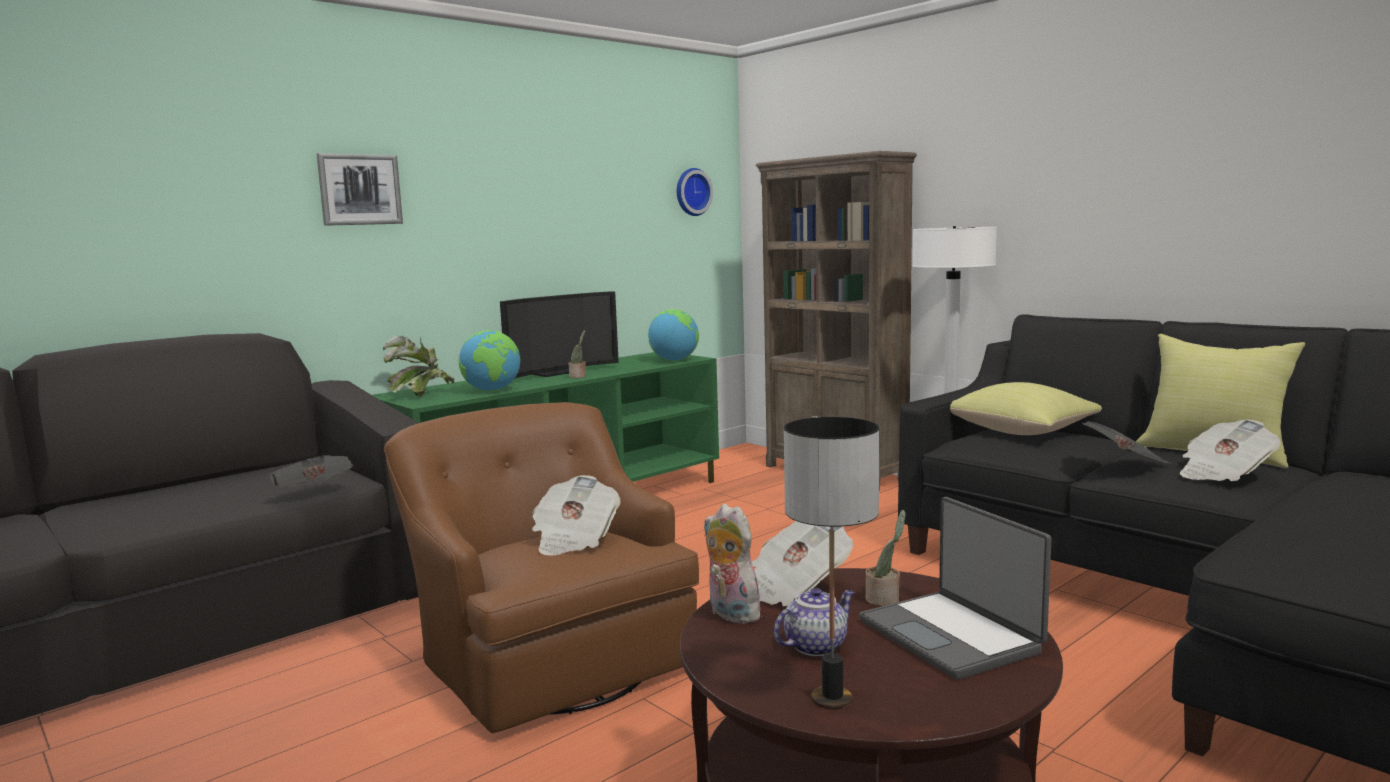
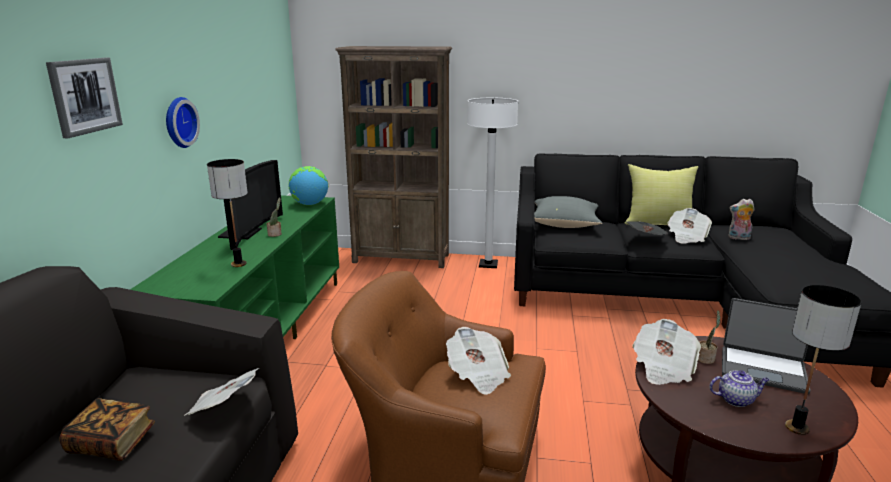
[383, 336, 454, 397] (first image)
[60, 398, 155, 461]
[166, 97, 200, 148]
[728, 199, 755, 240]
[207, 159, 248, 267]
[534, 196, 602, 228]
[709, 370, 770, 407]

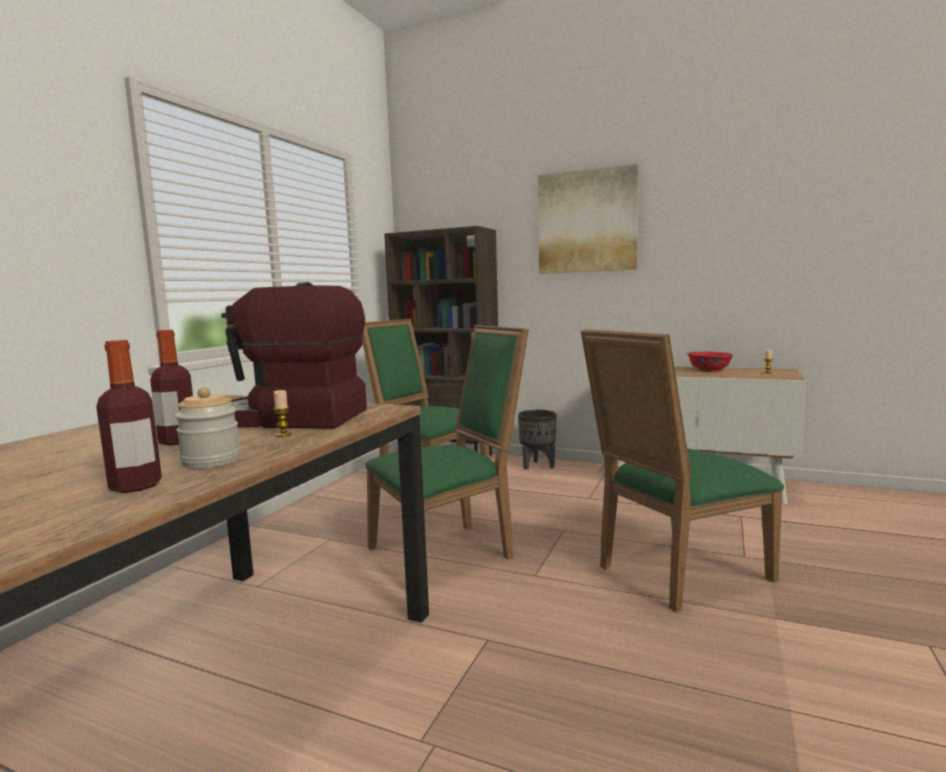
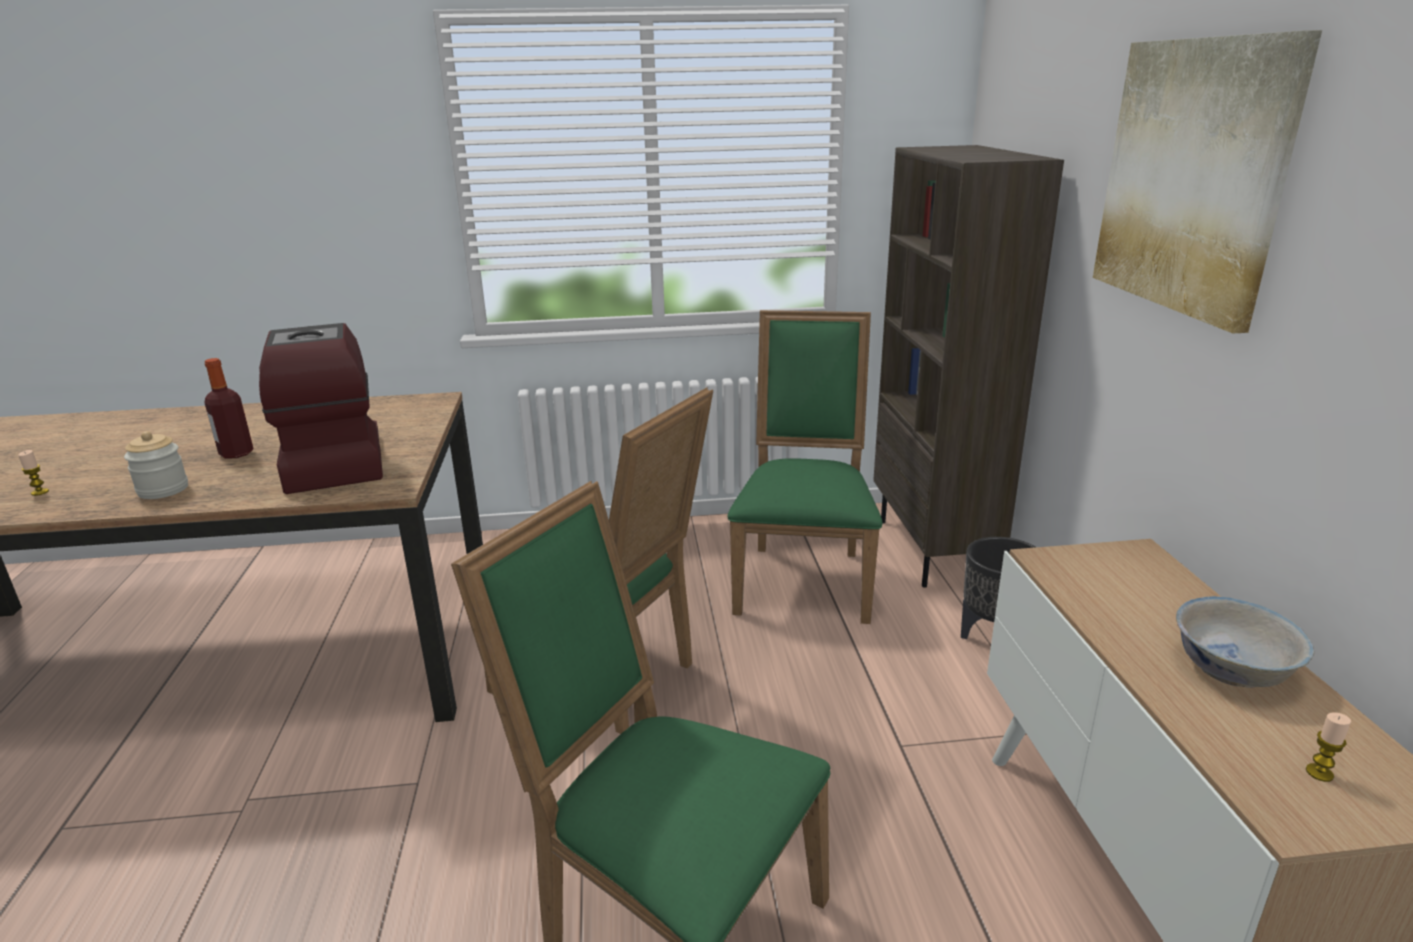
[96, 340, 162, 493] (first image)
[18, 450, 49, 496]
[1176, 596, 1315, 688]

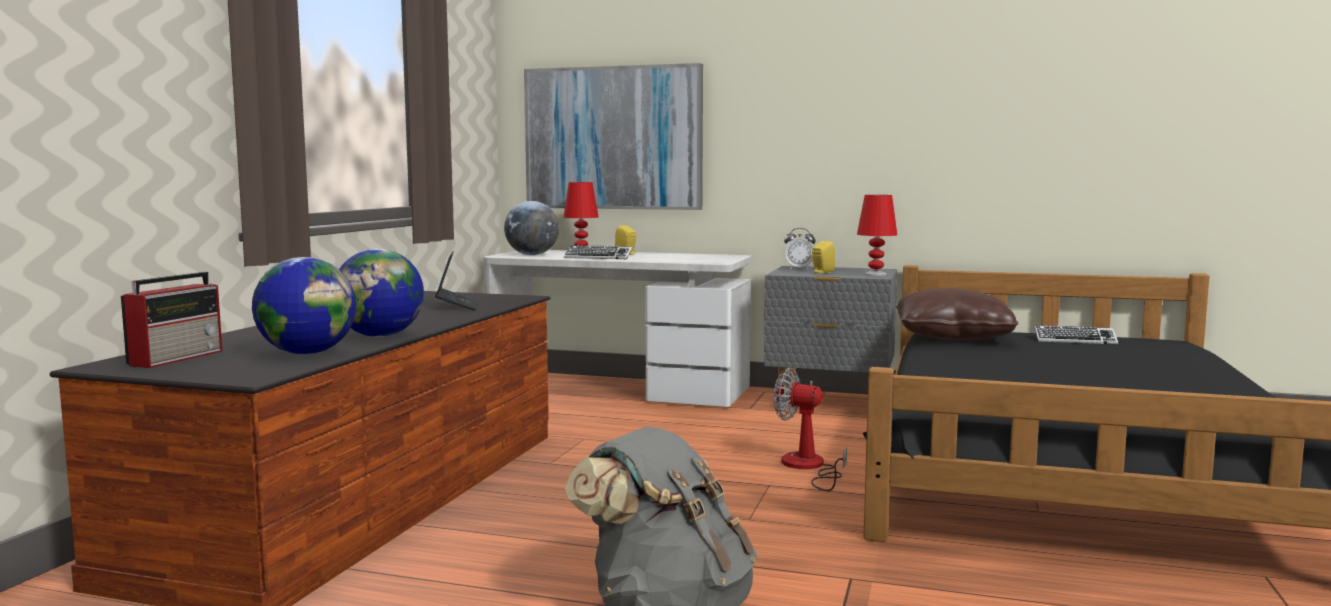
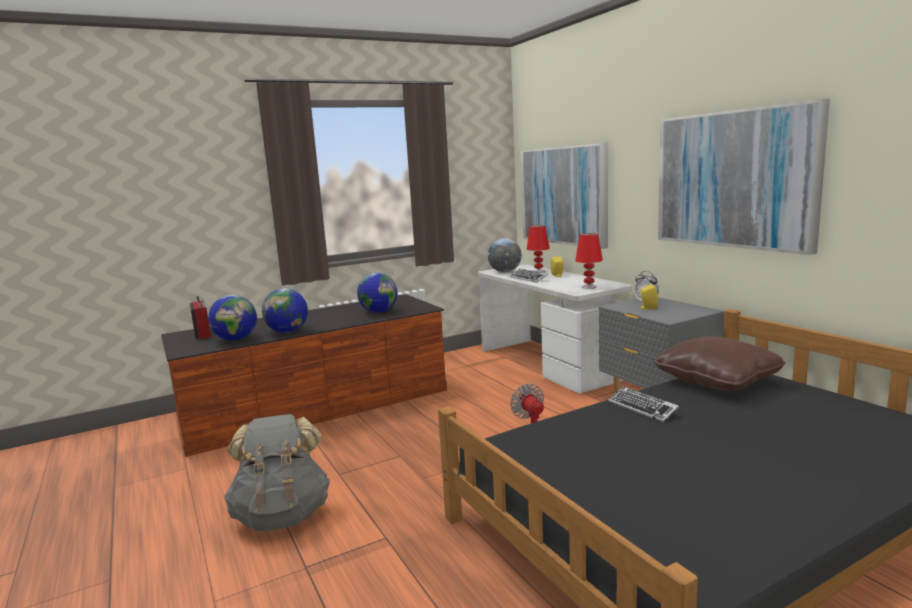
[658, 99, 830, 255]
[575, 233, 603, 289]
[608, 386, 679, 423]
[357, 273, 398, 313]
[190, 296, 211, 339]

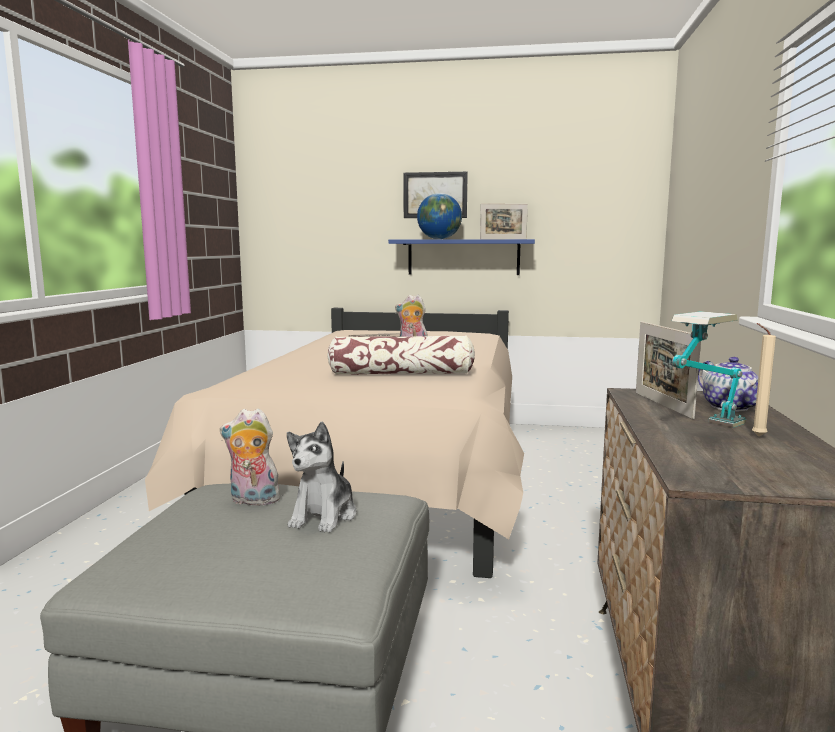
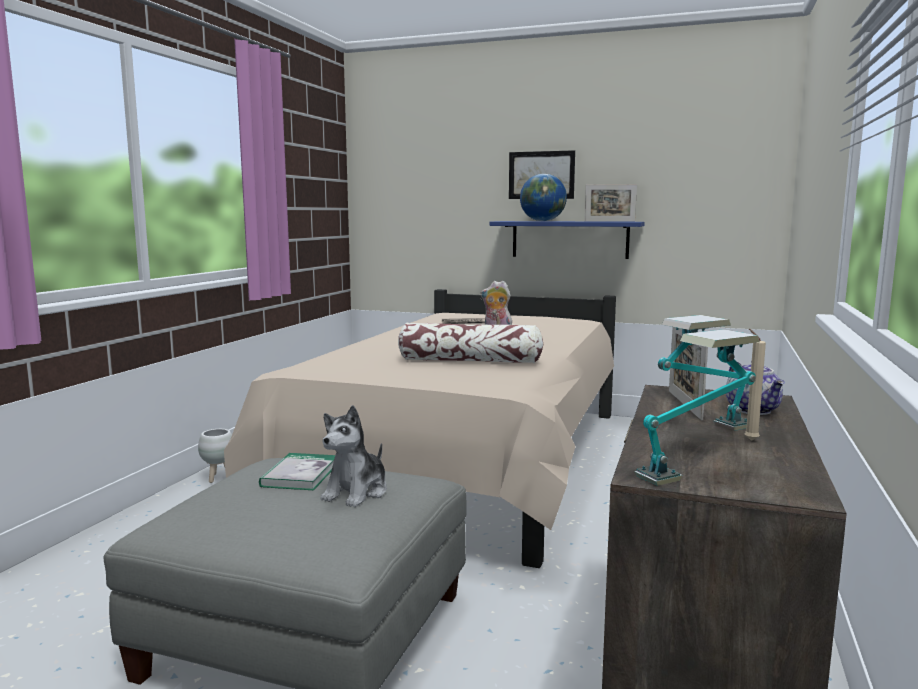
[198, 429, 232, 483]
[634, 329, 760, 486]
[259, 453, 335, 490]

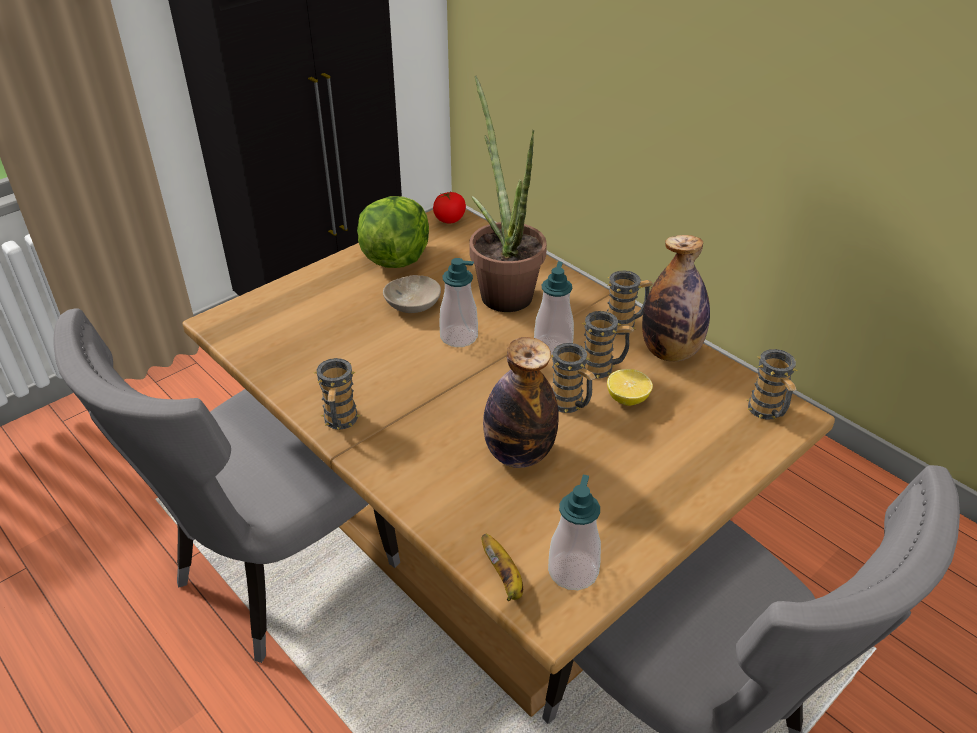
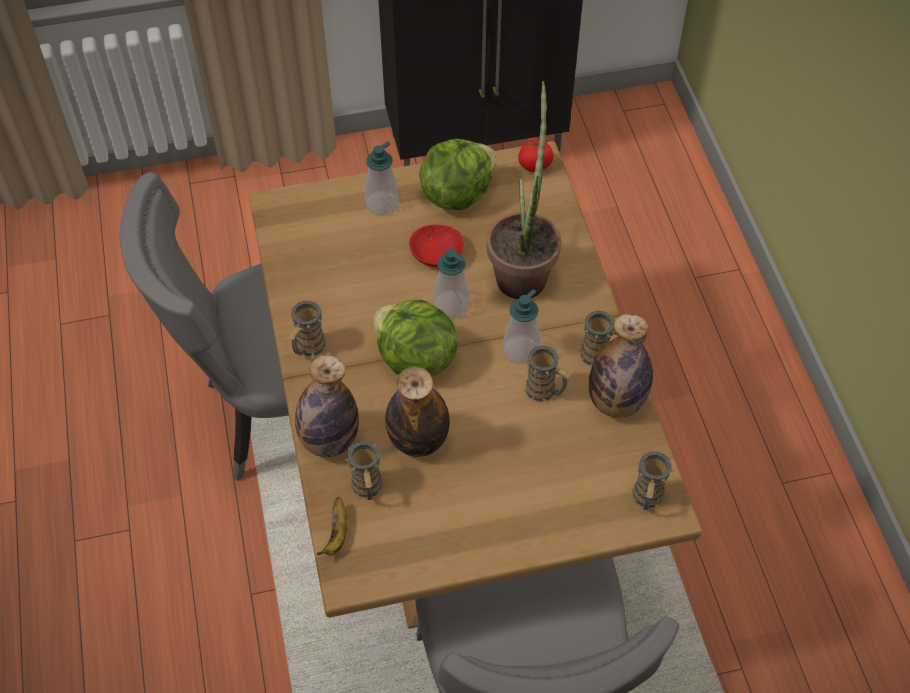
[607, 369, 653, 406] (first image)
[295, 355, 359, 457]
[374, 300, 459, 376]
[365, 141, 399, 215]
[346, 441, 384, 500]
[409, 225, 464, 267]

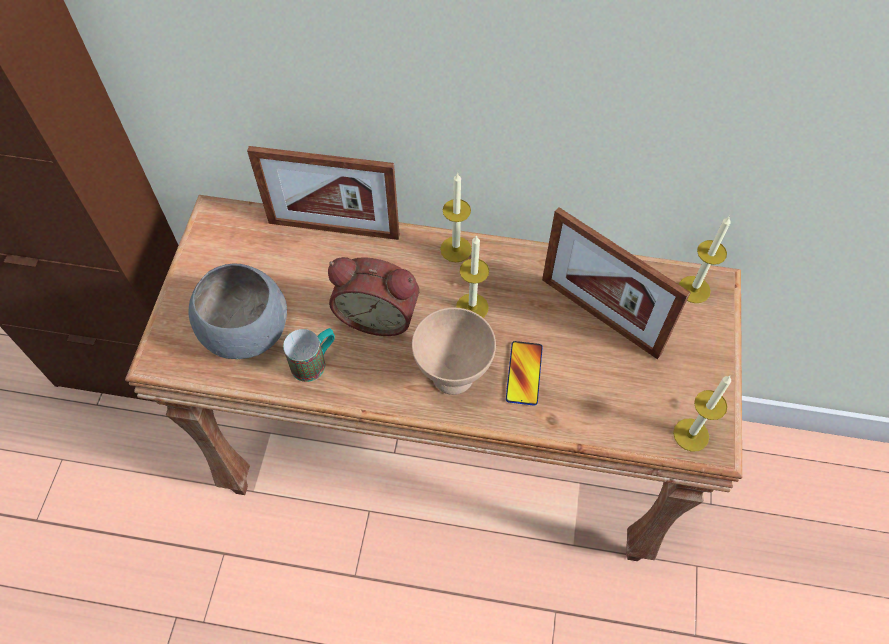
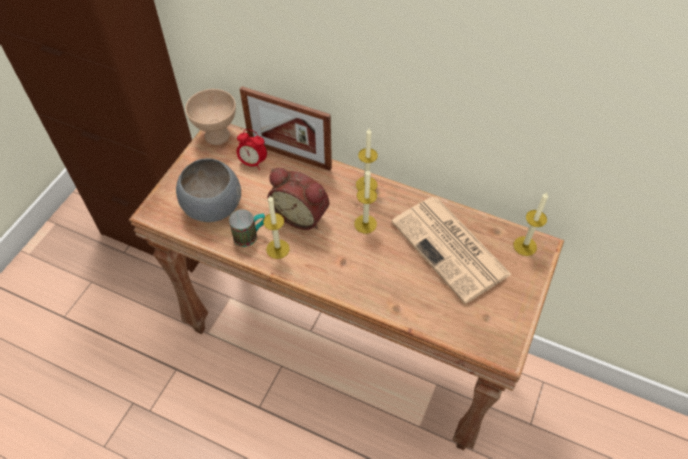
[506, 341, 543, 406] (first image)
[237, 129, 267, 170]
[185, 89, 236, 145]
[263, 196, 290, 259]
[391, 197, 512, 304]

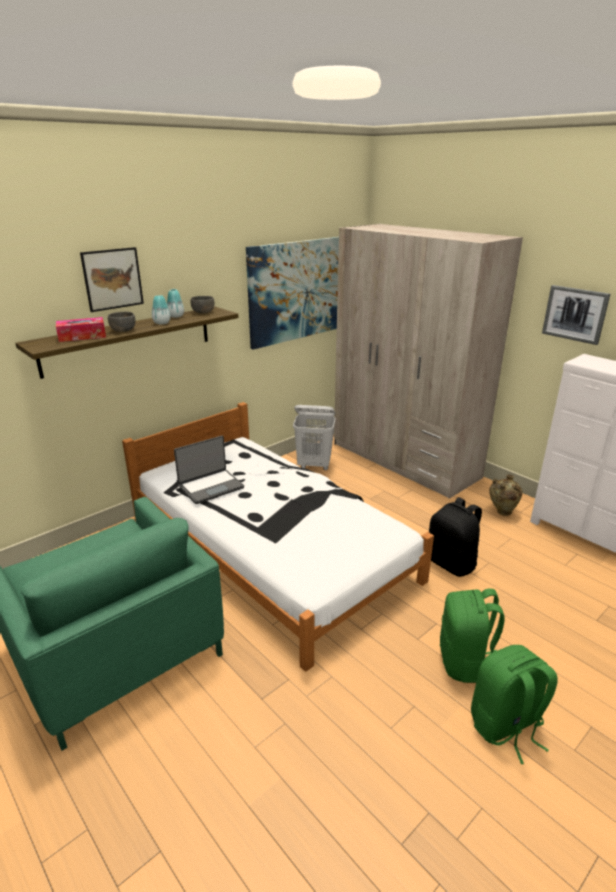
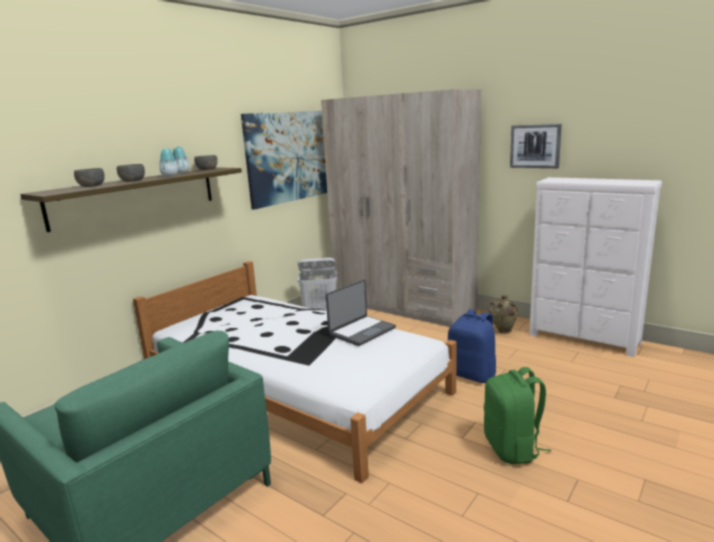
[80, 247, 144, 312] (first image)
[471, 645, 557, 764] (first image)
[326, 280, 396, 346]
[74, 168, 105, 187]
[448, 309, 496, 383]

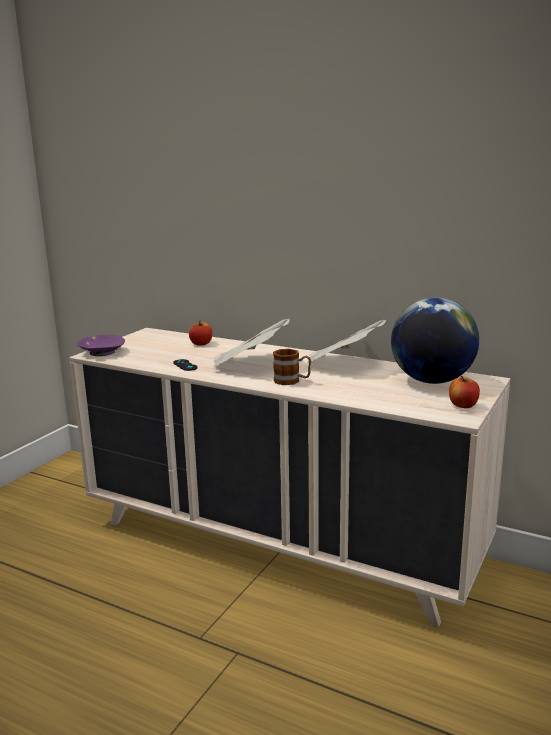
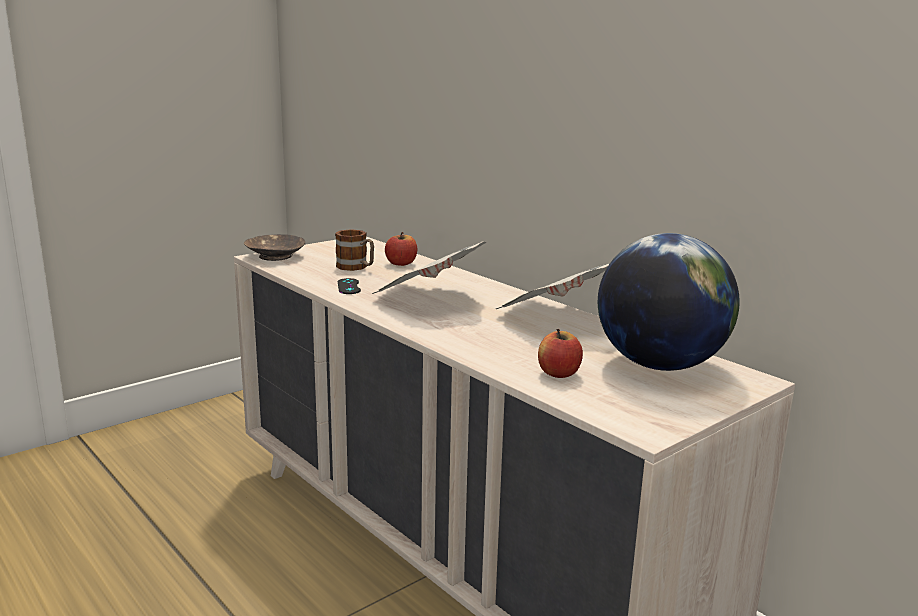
[335, 229, 374, 271]
[538, 329, 583, 378]
[244, 234, 305, 261]

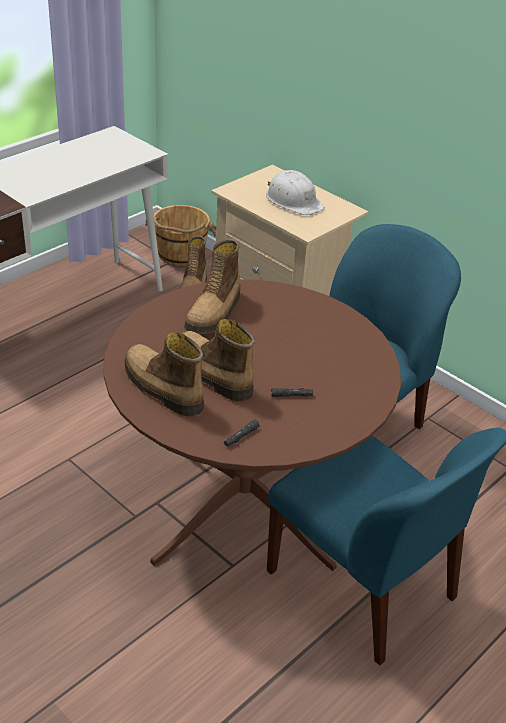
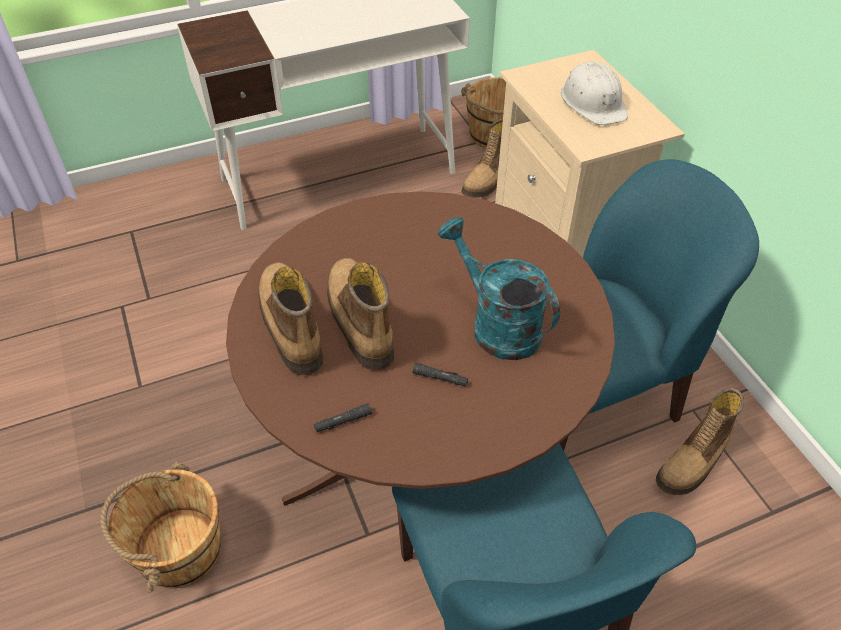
[100, 462, 221, 593]
[438, 217, 560, 360]
[656, 388, 744, 495]

